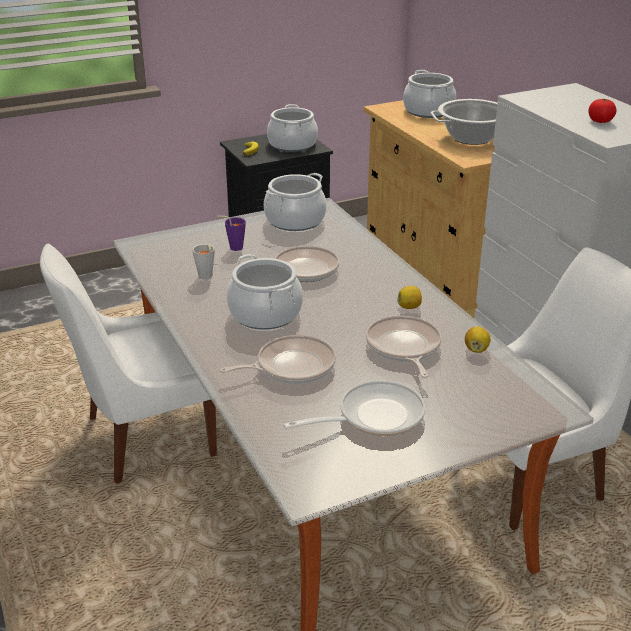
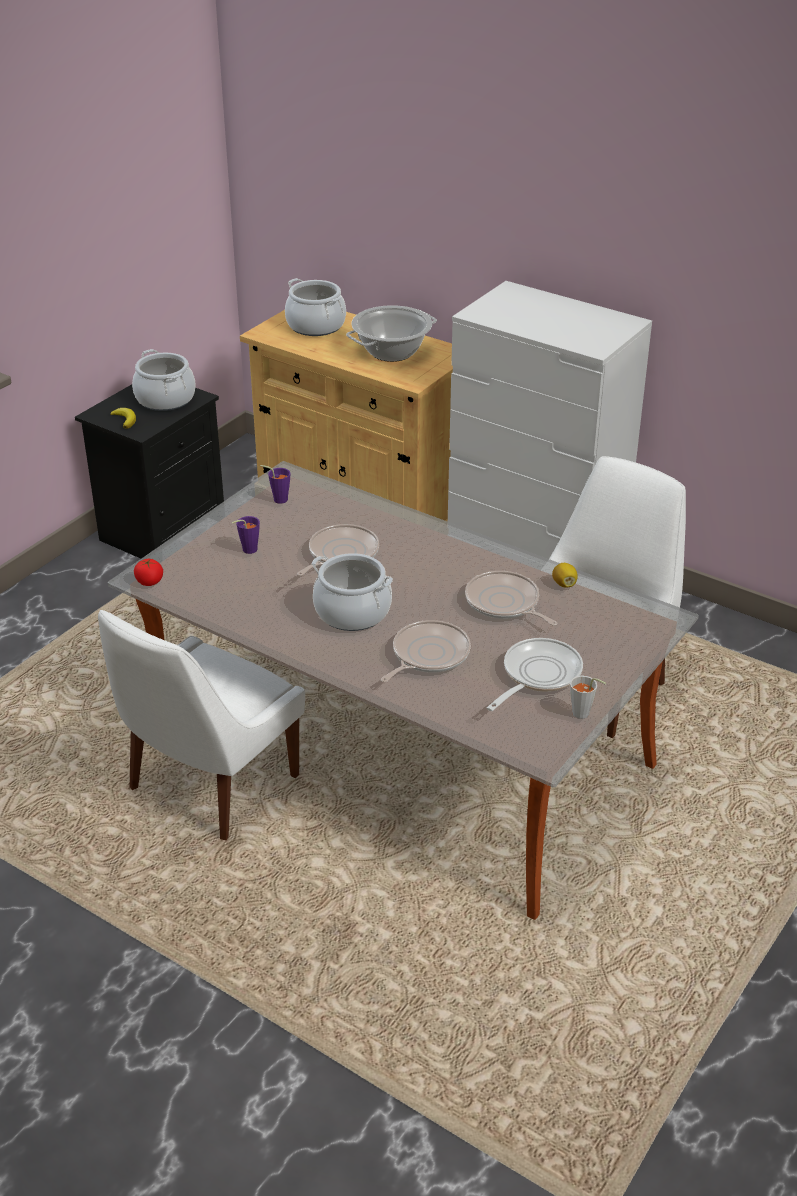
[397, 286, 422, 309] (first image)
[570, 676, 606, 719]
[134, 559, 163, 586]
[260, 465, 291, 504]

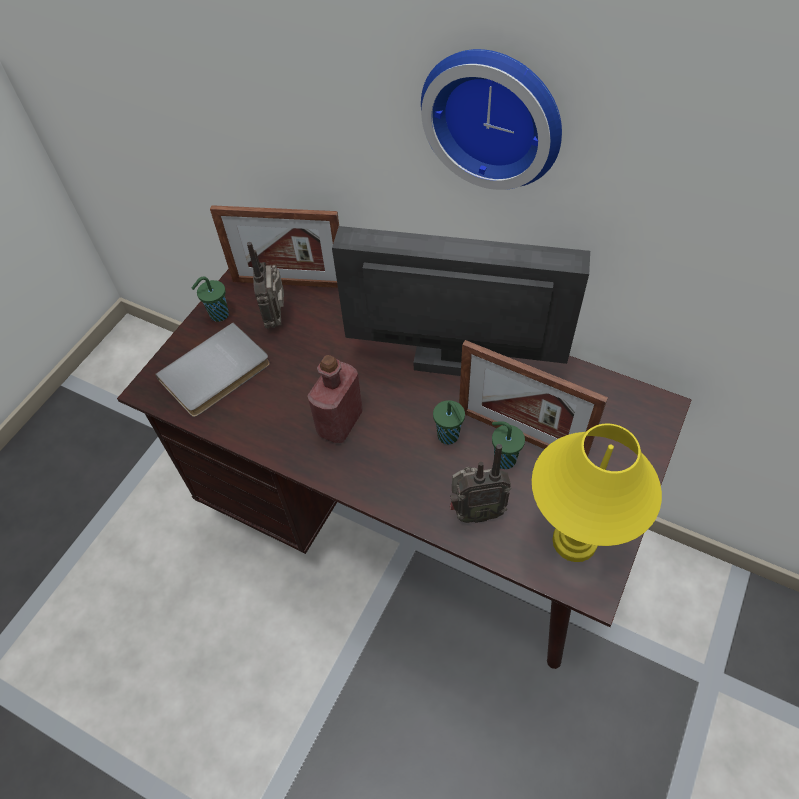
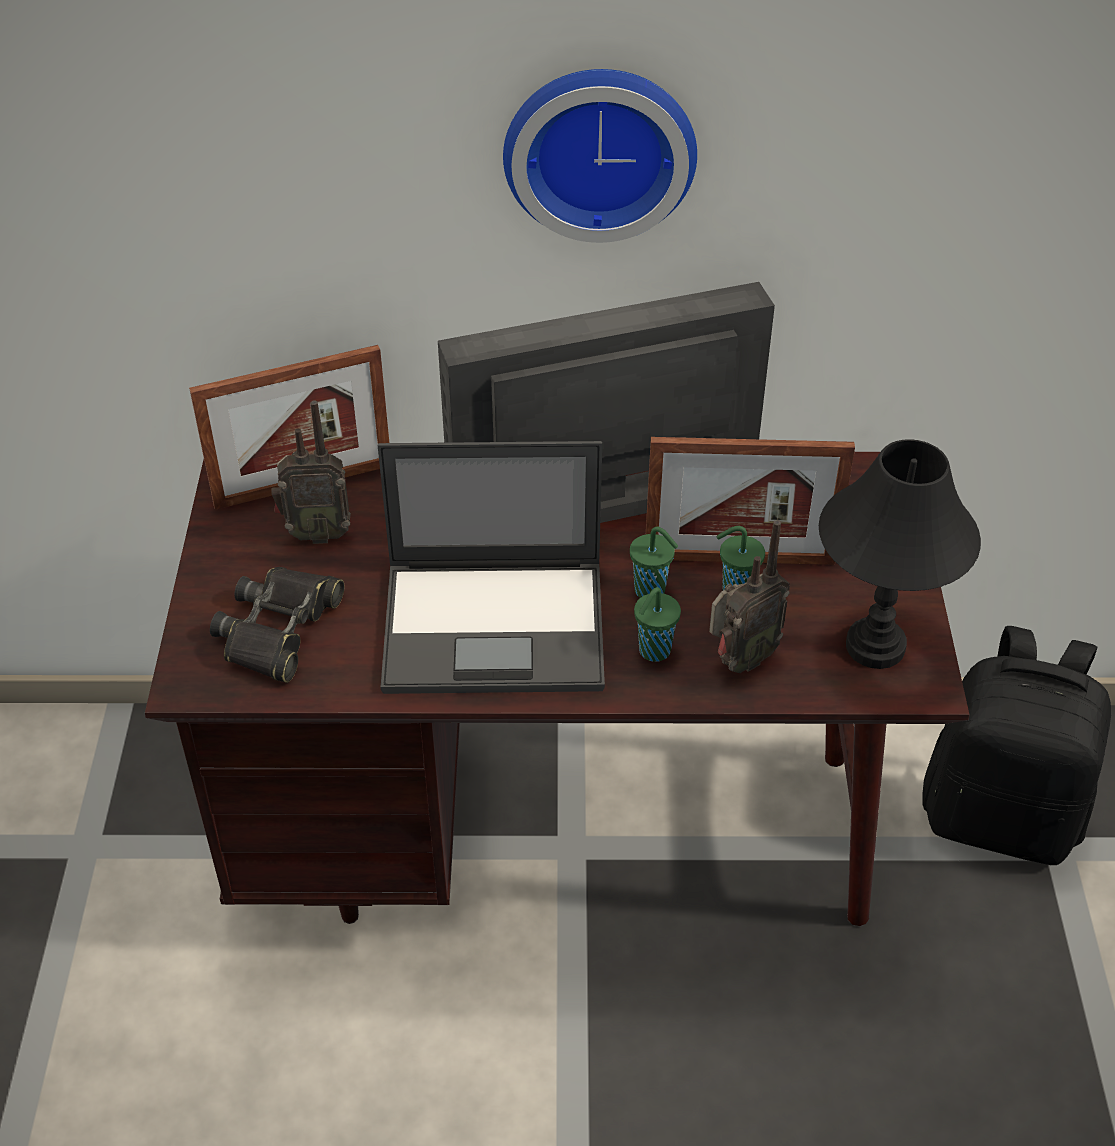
[922, 626, 1111, 865]
[634, 587, 681, 662]
[210, 567, 345, 683]
[378, 441, 605, 694]
[819, 439, 981, 669]
[271, 400, 351, 544]

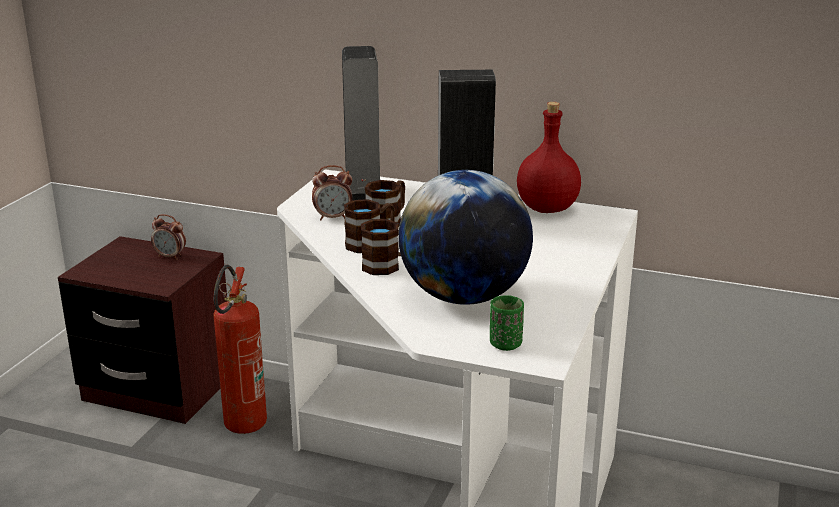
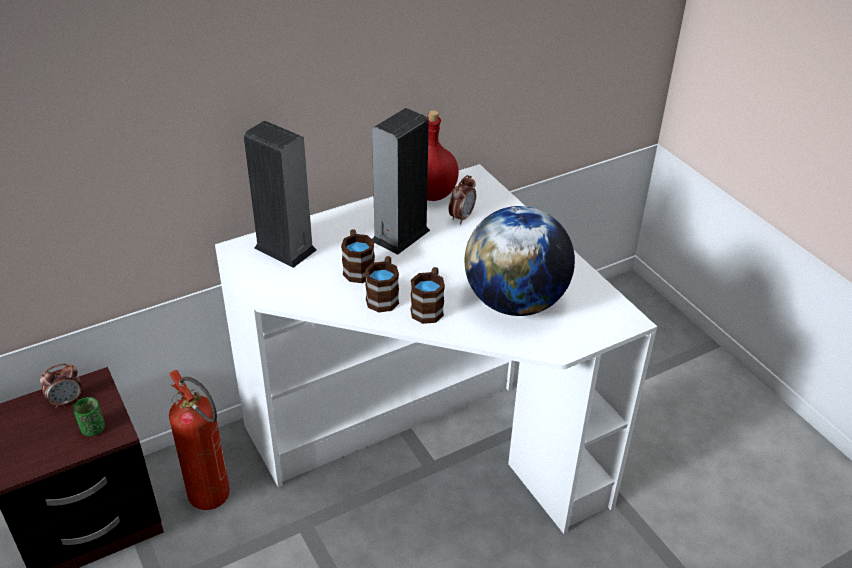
[449, 175, 476, 224]
[73, 397, 105, 436]

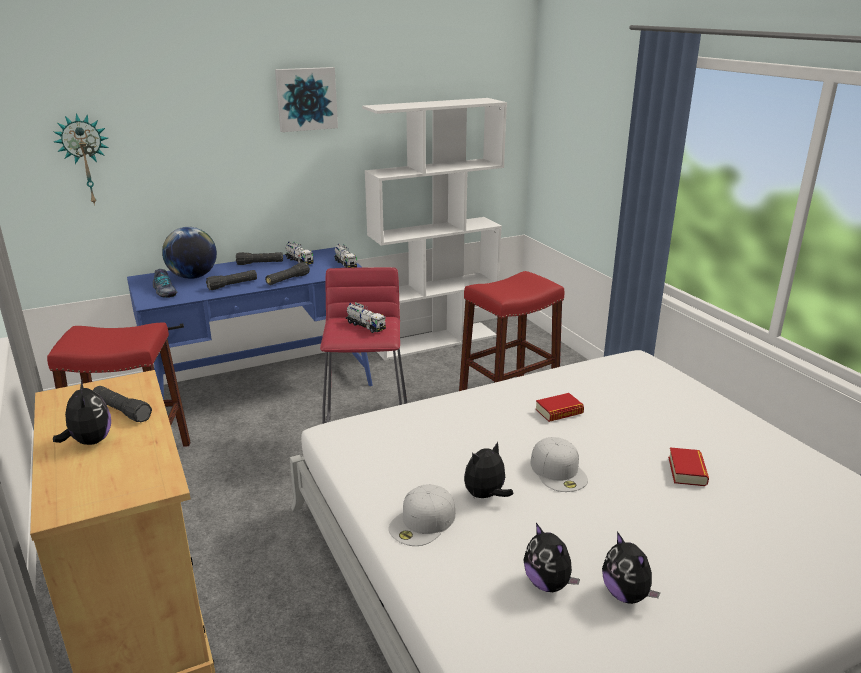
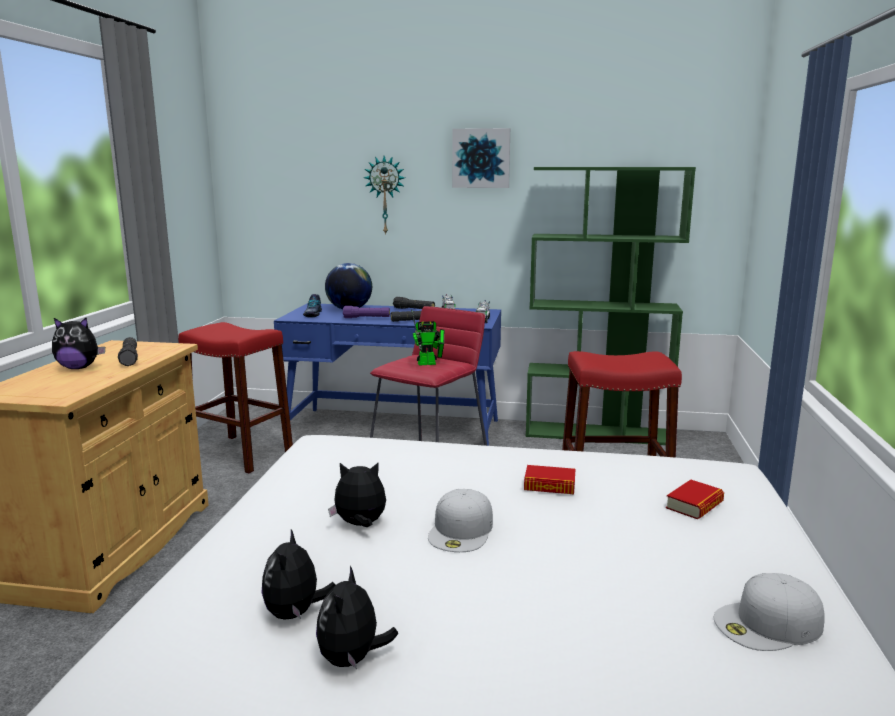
[364, 156, 405, 235]
[714, 573, 825, 651]
[666, 480, 724, 520]
[411, 309, 444, 366]
[343, 306, 390, 318]
[526, 167, 696, 445]
[52, 318, 105, 369]

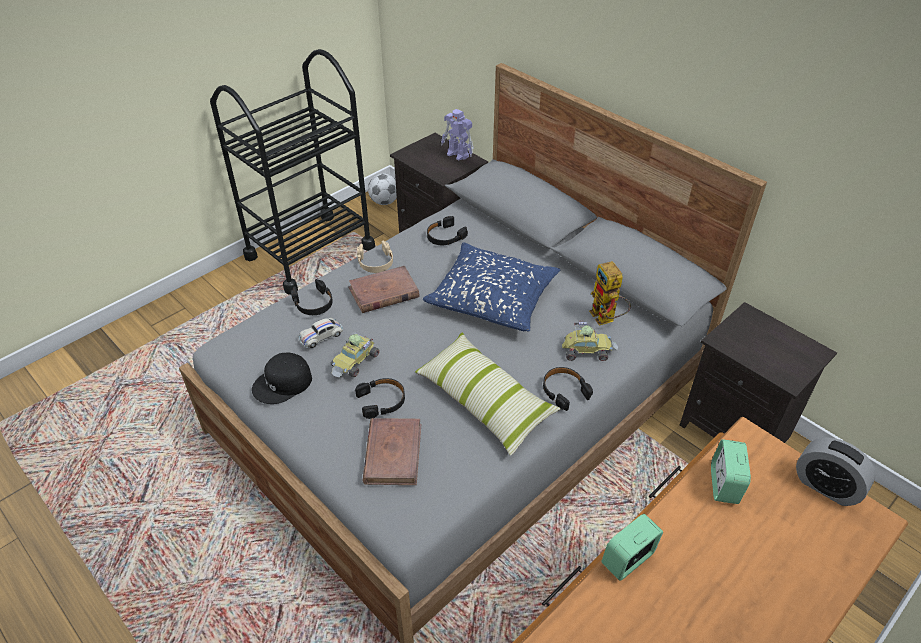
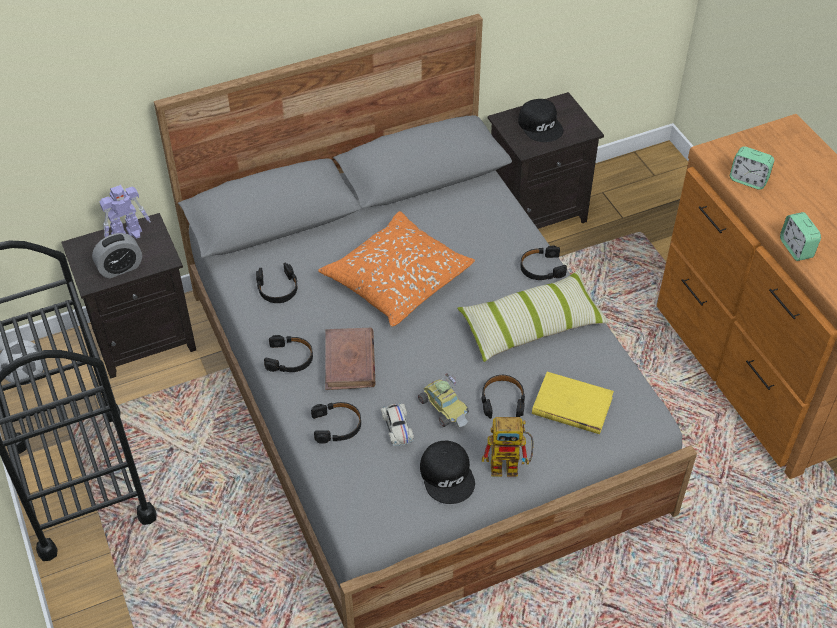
[562, 321, 618, 361] (first image)
[518, 99, 563, 142]
[482, 417, 534, 477]
[92, 233, 142, 278]
[264, 335, 313, 372]
[532, 372, 614, 434]
[318, 211, 475, 327]

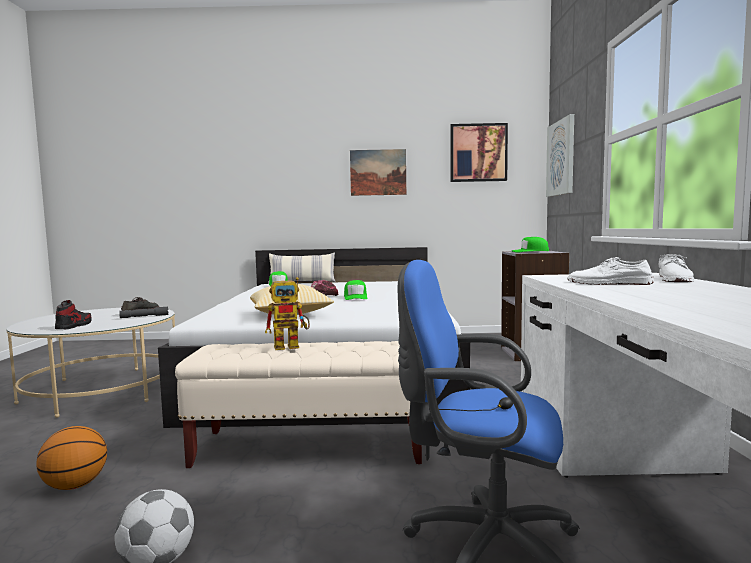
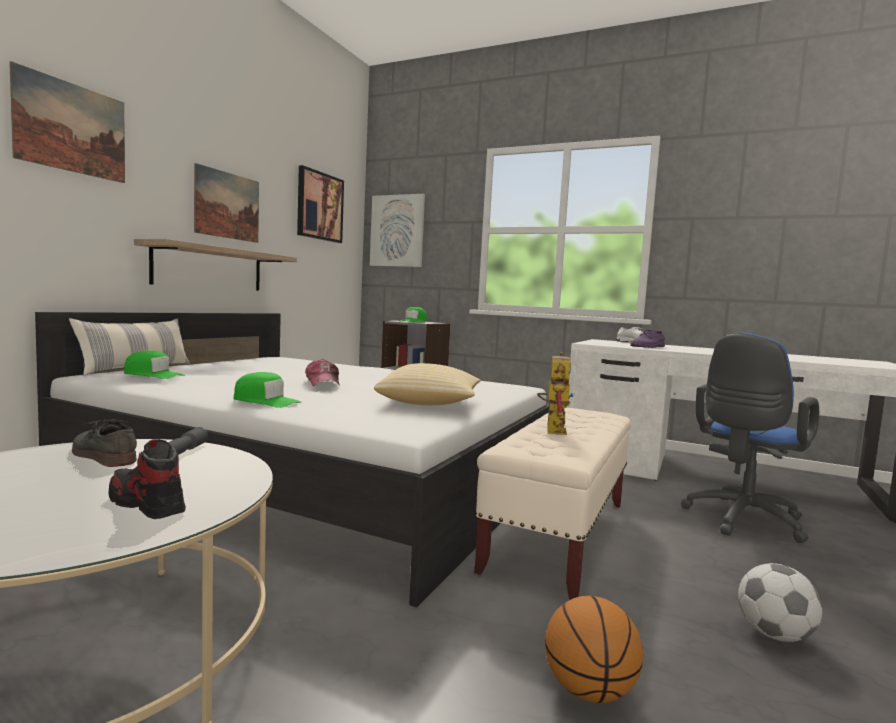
[9, 61, 125, 183]
[134, 239, 297, 291]
[233, 372, 301, 408]
[630, 329, 665, 348]

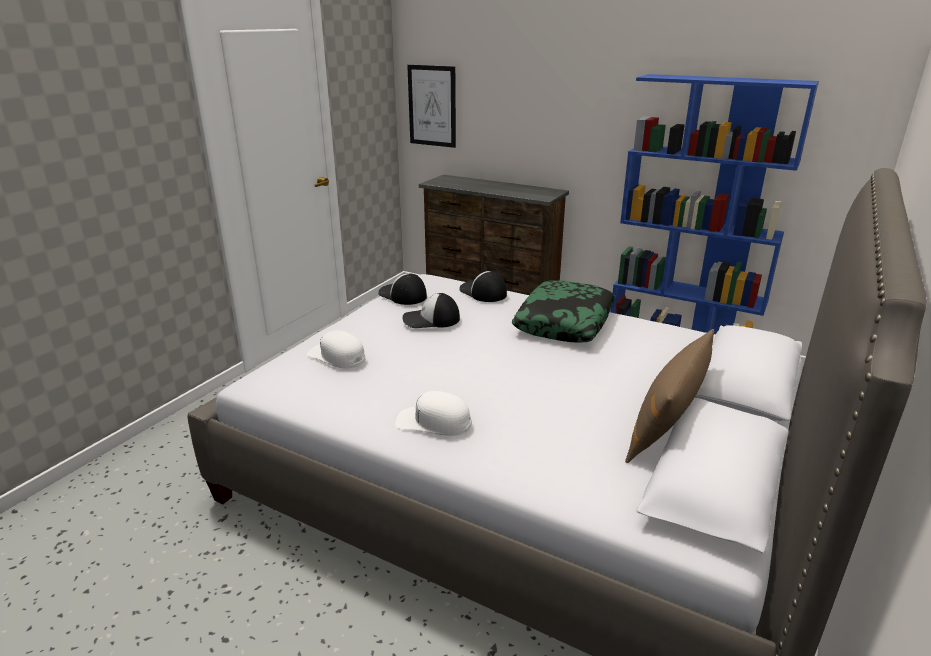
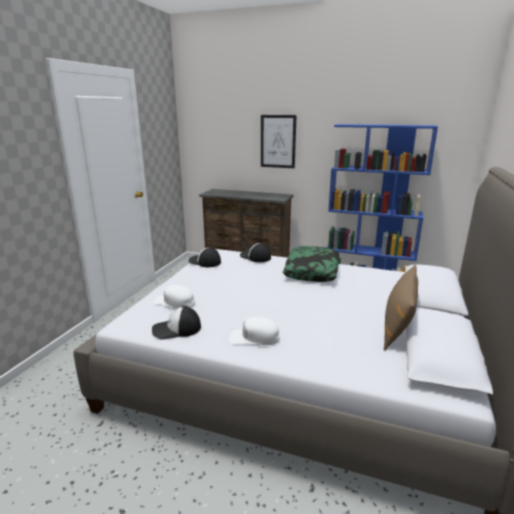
[152, 306, 201, 339]
[261, 115, 297, 168]

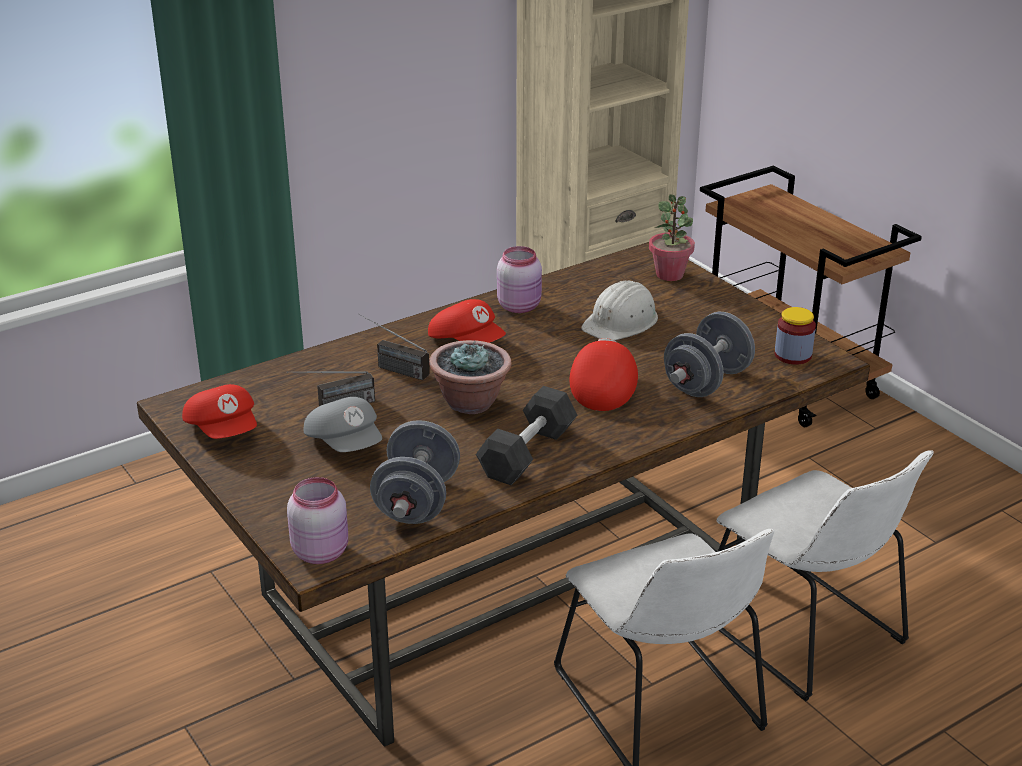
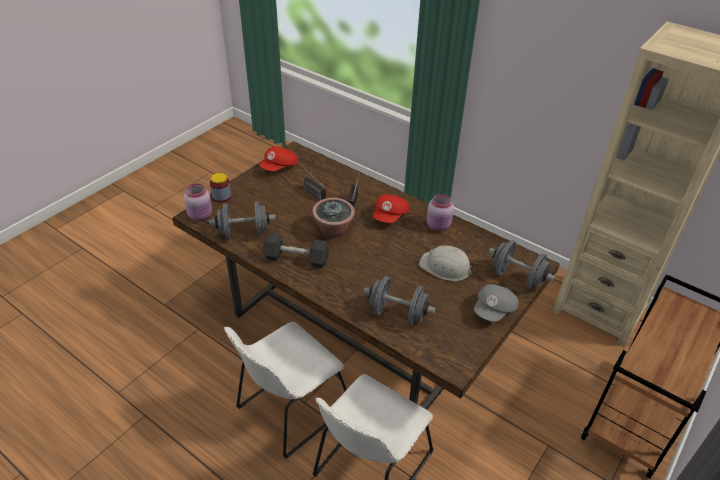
[570, 338, 638, 411] (first image)
[474, 284, 518, 322]
[210, 173, 231, 202]
[488, 240, 555, 289]

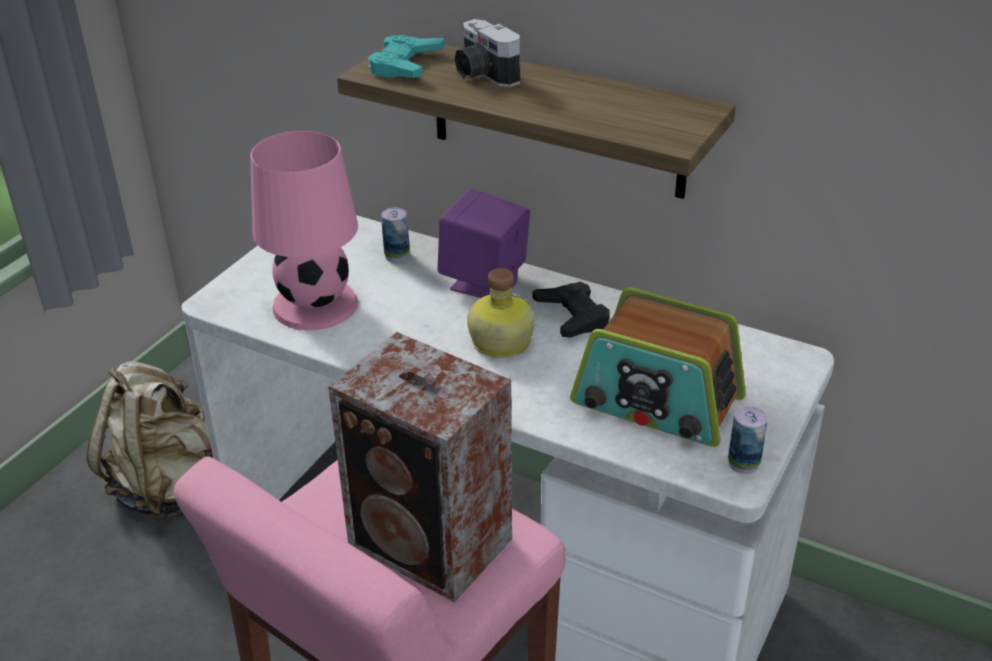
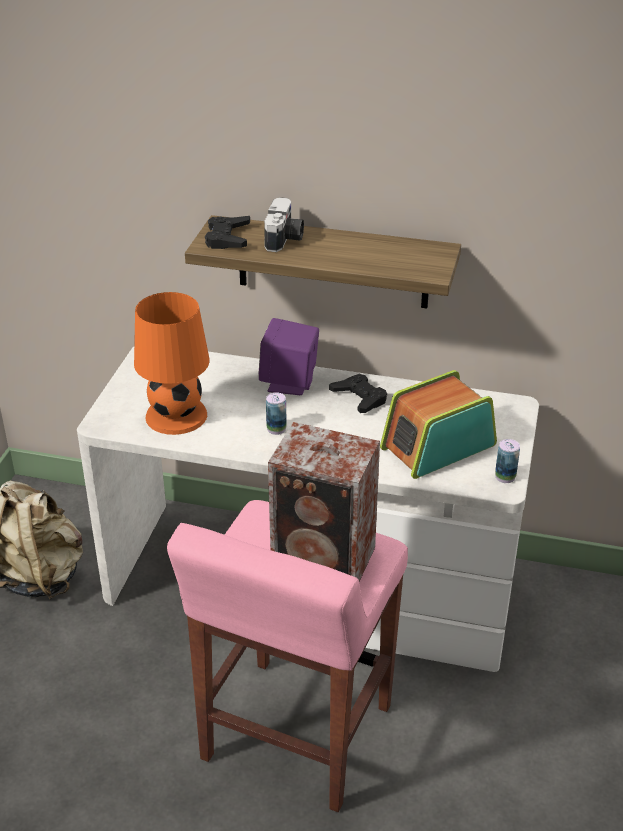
[467, 268, 535, 358] (first image)
[266, 392, 287, 435]
[134, 292, 209, 435]
[205, 216, 250, 249]
[264, 197, 304, 252]
[380, 370, 497, 479]

